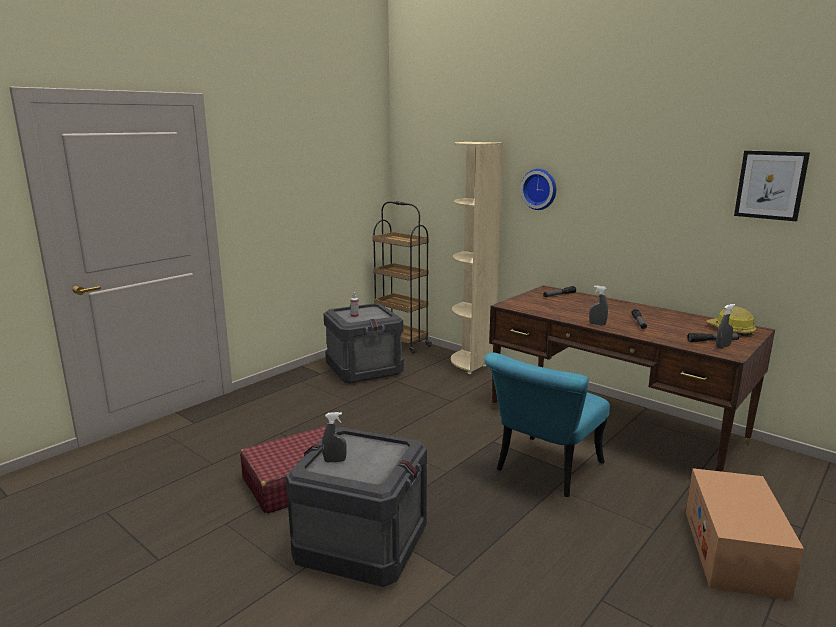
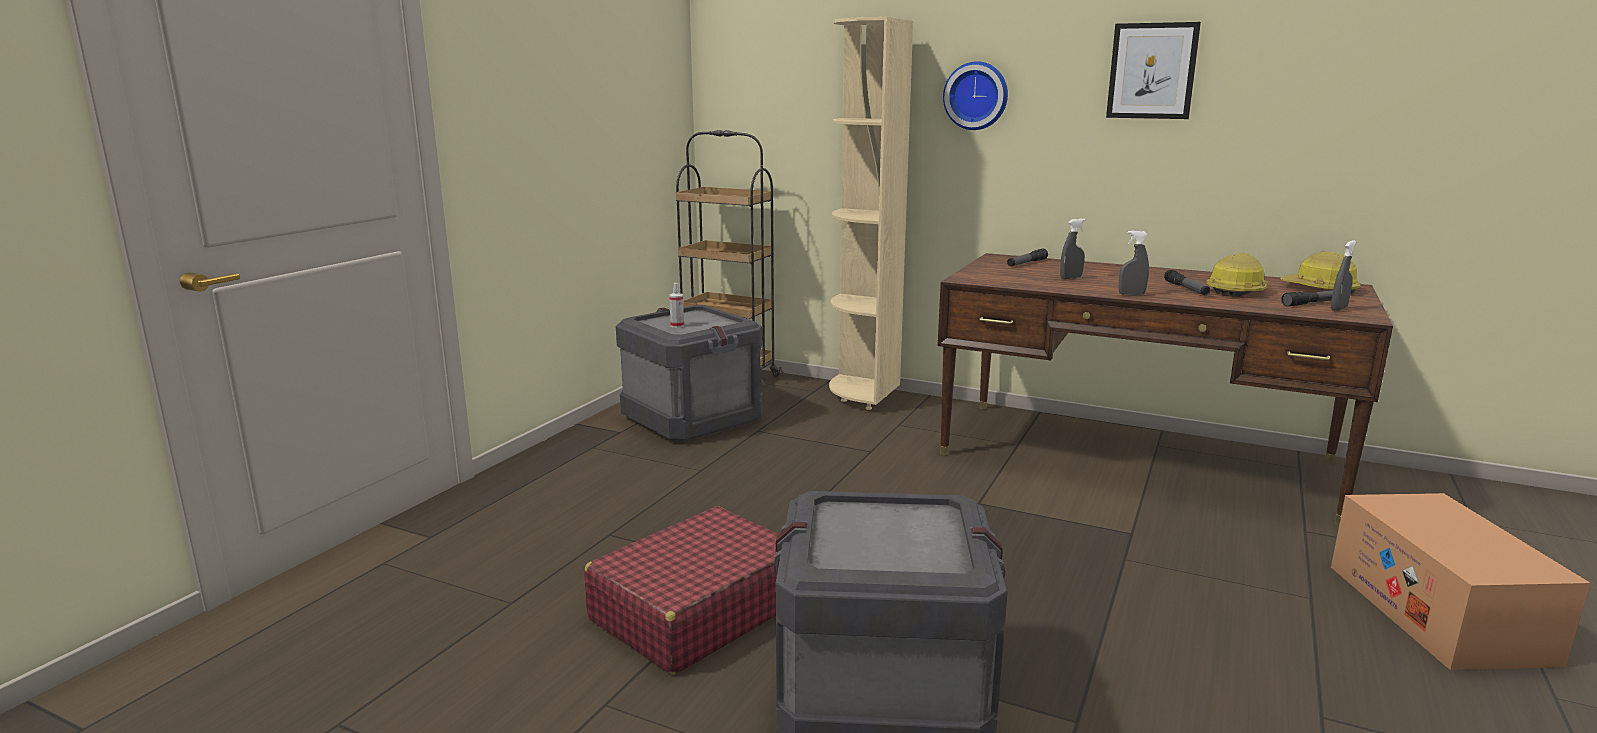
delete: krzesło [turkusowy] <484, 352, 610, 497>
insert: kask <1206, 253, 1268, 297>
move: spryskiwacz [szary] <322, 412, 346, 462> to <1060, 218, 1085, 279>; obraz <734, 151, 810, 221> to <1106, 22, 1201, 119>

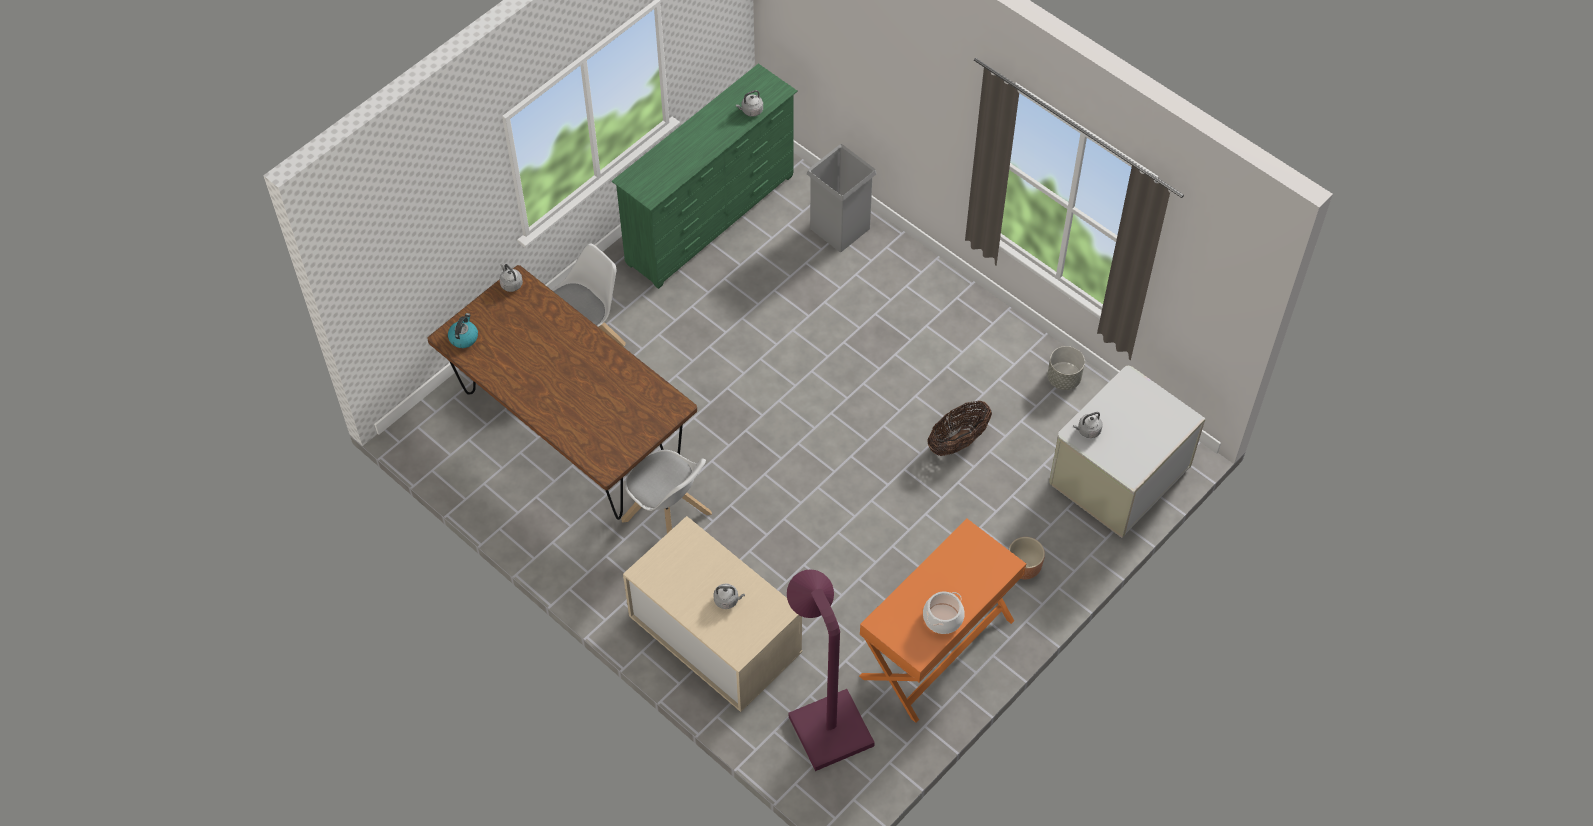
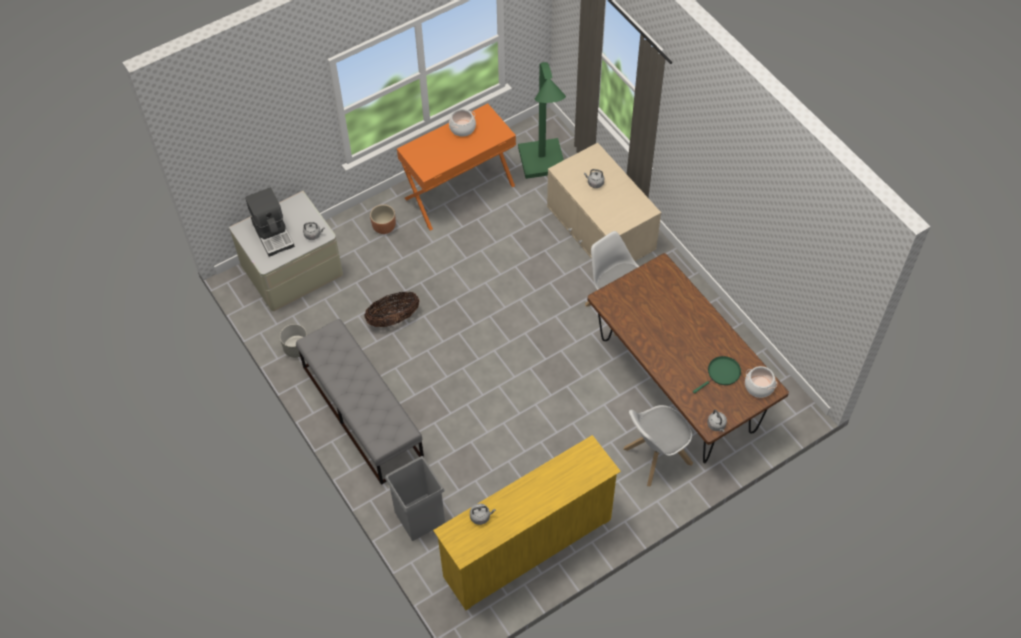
insert: ekspres do kawy <245, 187, 295, 257>; ławka [szary] <296, 319, 424, 485>; patelnia [zielony] <693, 356, 741, 394>
replace: czajnik <448, 313, 478, 348> to garnek <745, 366, 777, 398>
recolor: komoda [zielony] <612, 64, 798, 289> to komoda [żółty] <433, 435, 621, 610>; lampa stojąca [fioletowy] <787, 570, 875, 771> to lampa stojąca [zielony] <518, 62, 566, 179>

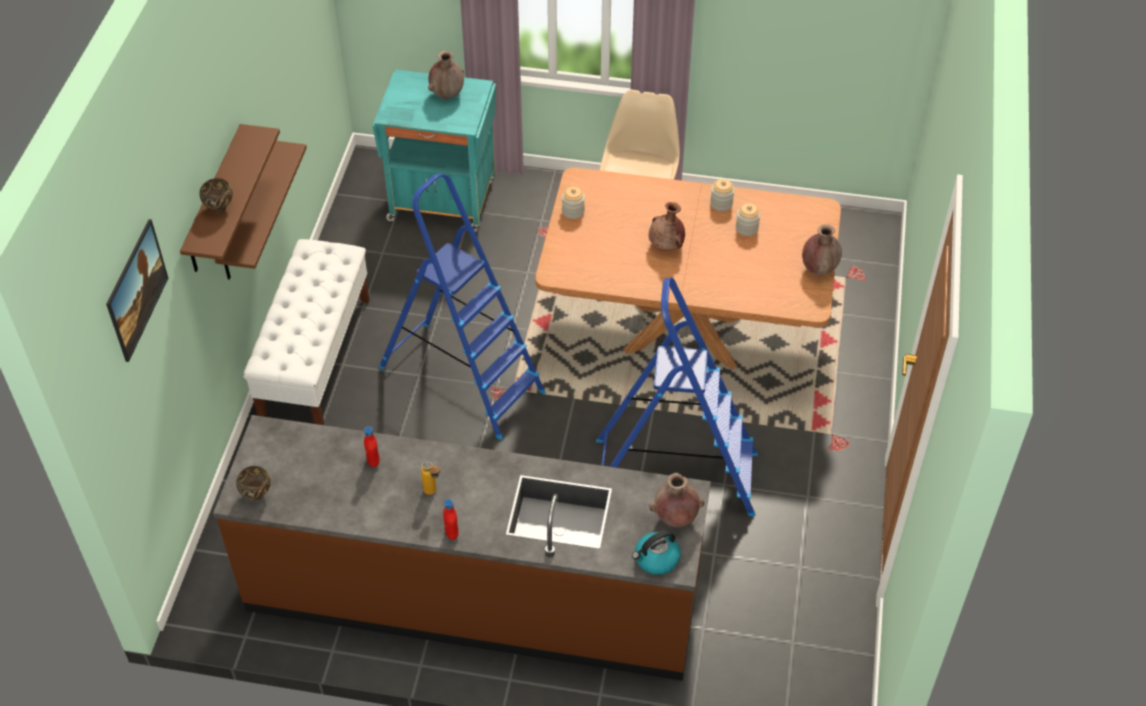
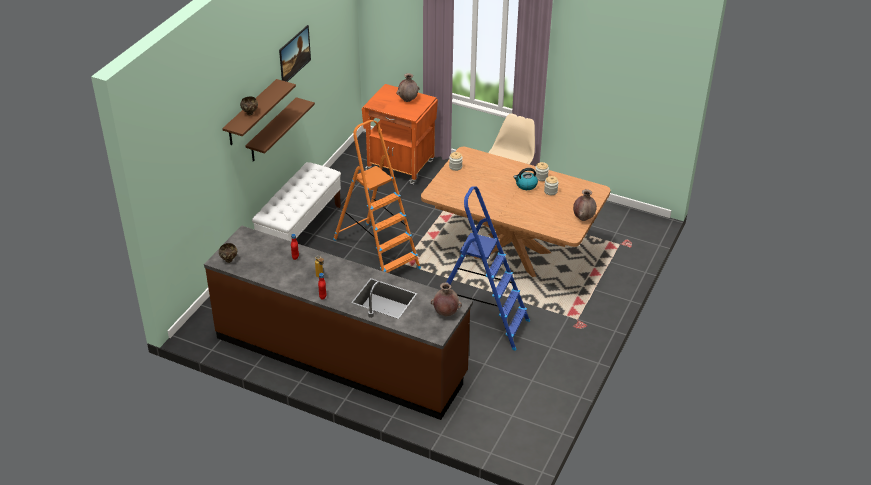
delete: wazon [brązowy] <649, 202, 685, 251>
move: obraz <106, 219, 168, 362> to <279, 25, 311, 82>; czajnik <632, 530, 681, 575> to <514, 168, 538, 190>
recolor: wózek [turkusowy] <373, 69, 496, 232> to wózek [pomarańczowy] <362, 84, 438, 184>; drabinka [niebieski] <379, 174, 546, 440> to drabinka [pomarańczowy] <333, 120, 421, 273>

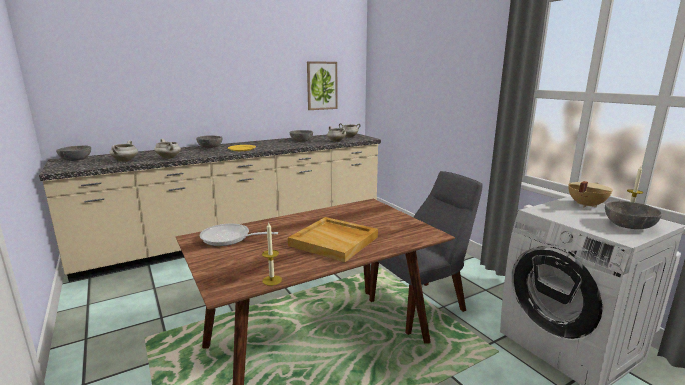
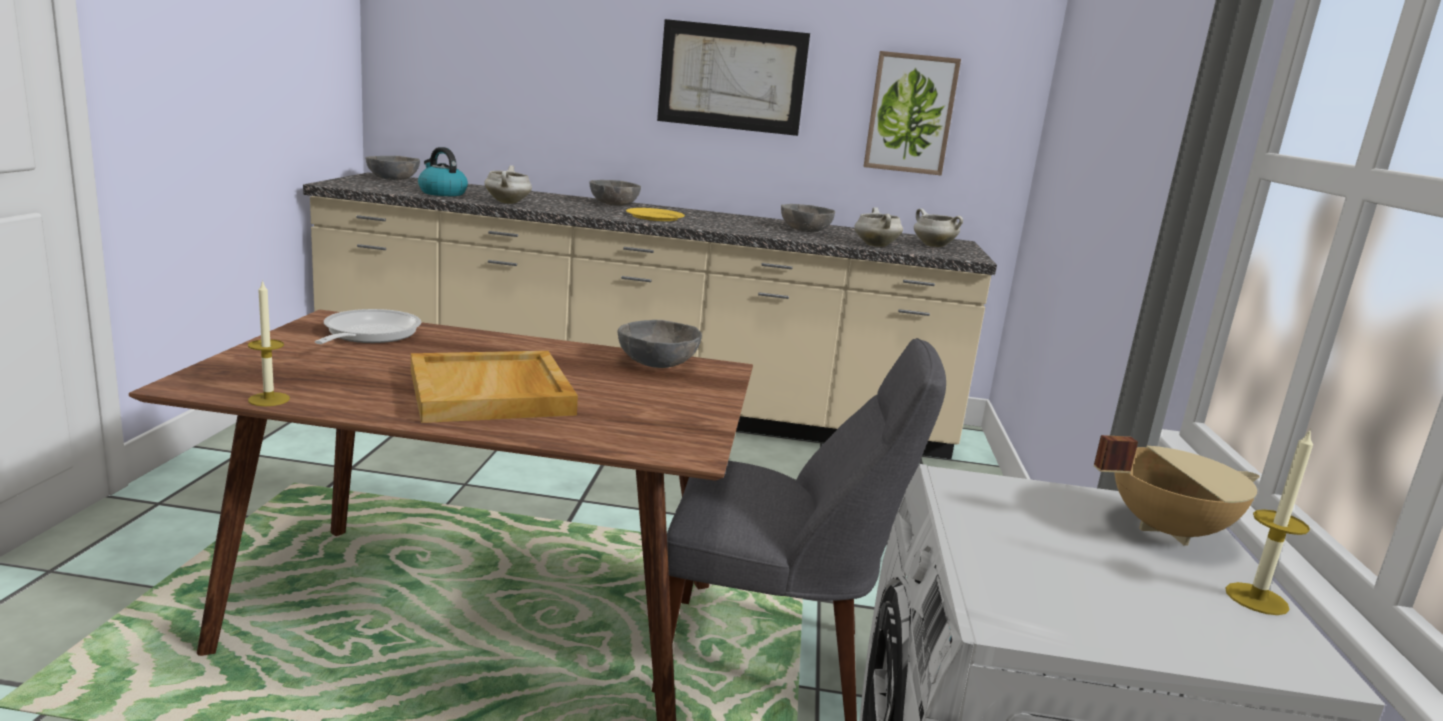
insert: obraz <657, 19, 810, 136>
move: miska [szary] <605, 201, 662, 229> to <617, 320, 702, 368>
replace: garnek [biały] <109, 140, 138, 162> to czajnik <418, 147, 468, 196>
rotate: patelnia <200, 224, 278, 246> = <315, 309, 421, 344> 45 degrees clockwise

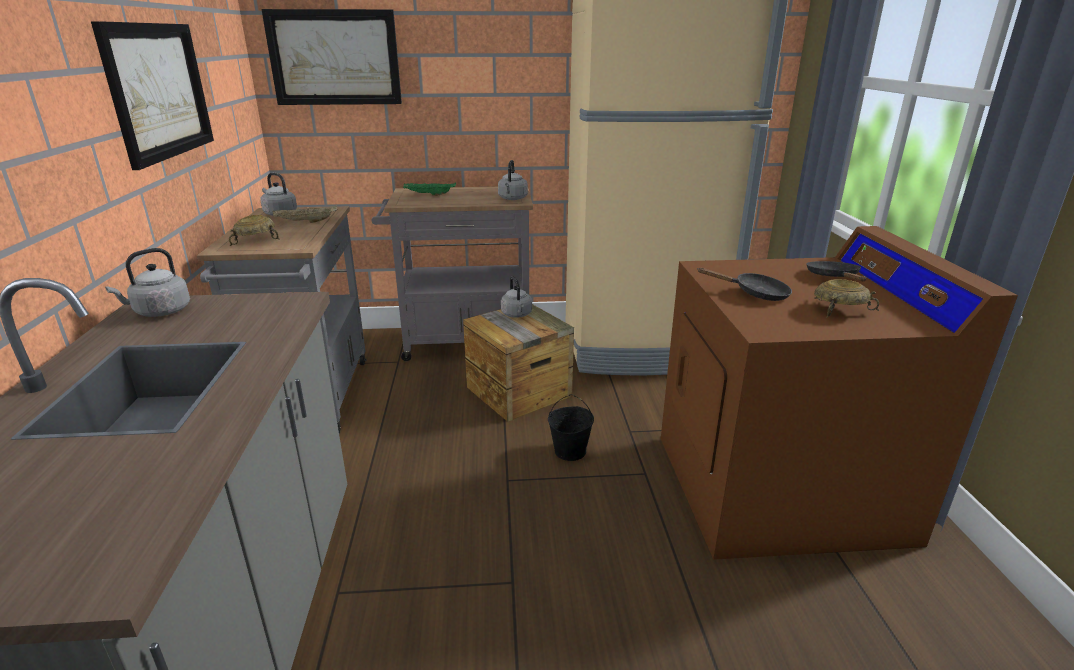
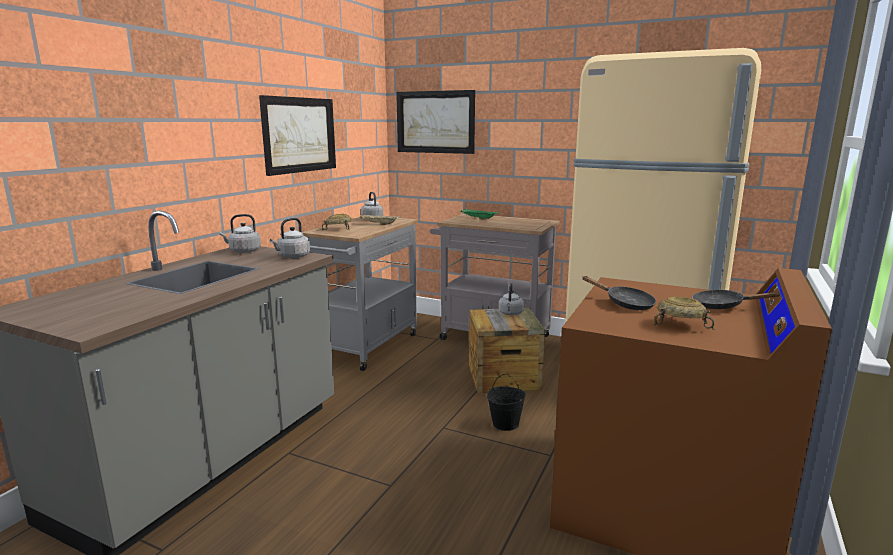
move: czajnik [szary] <498, 160, 528, 200> to <270, 218, 310, 258>
rotate: patelnia [czarny] <807, 261, 866, 281> = <692, 290, 780, 309> 105 degrees counterclockwise

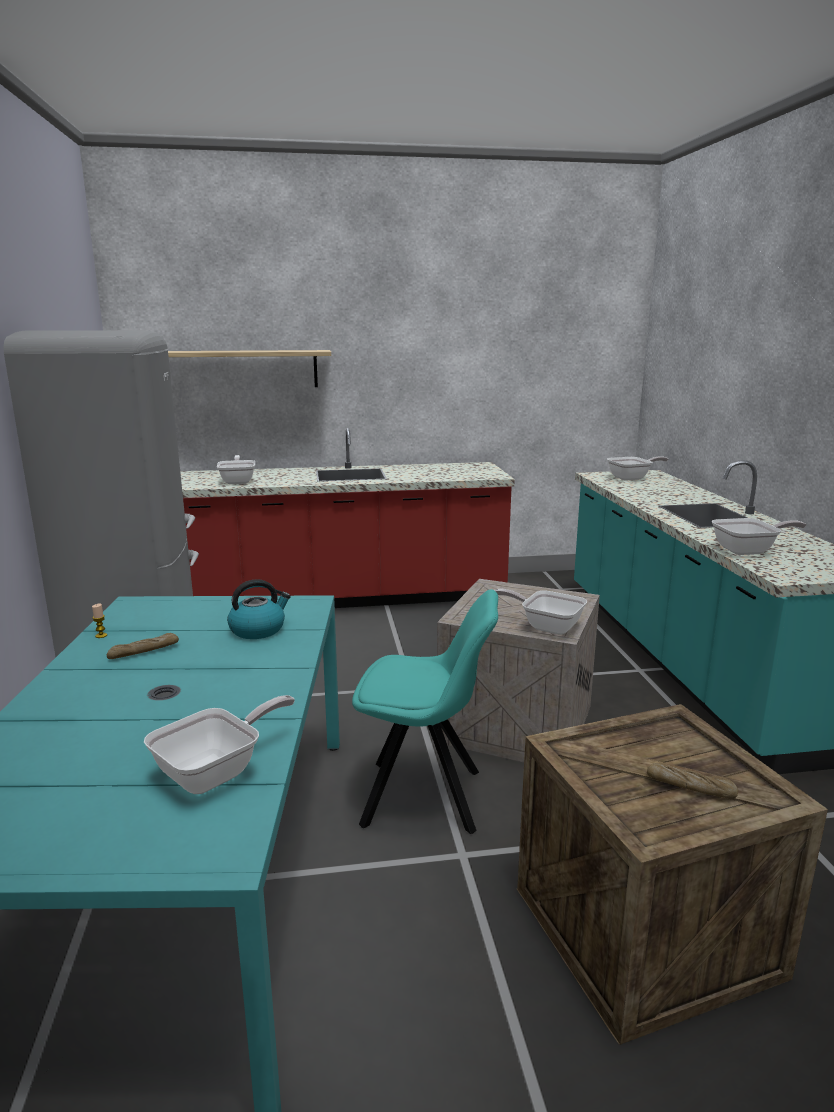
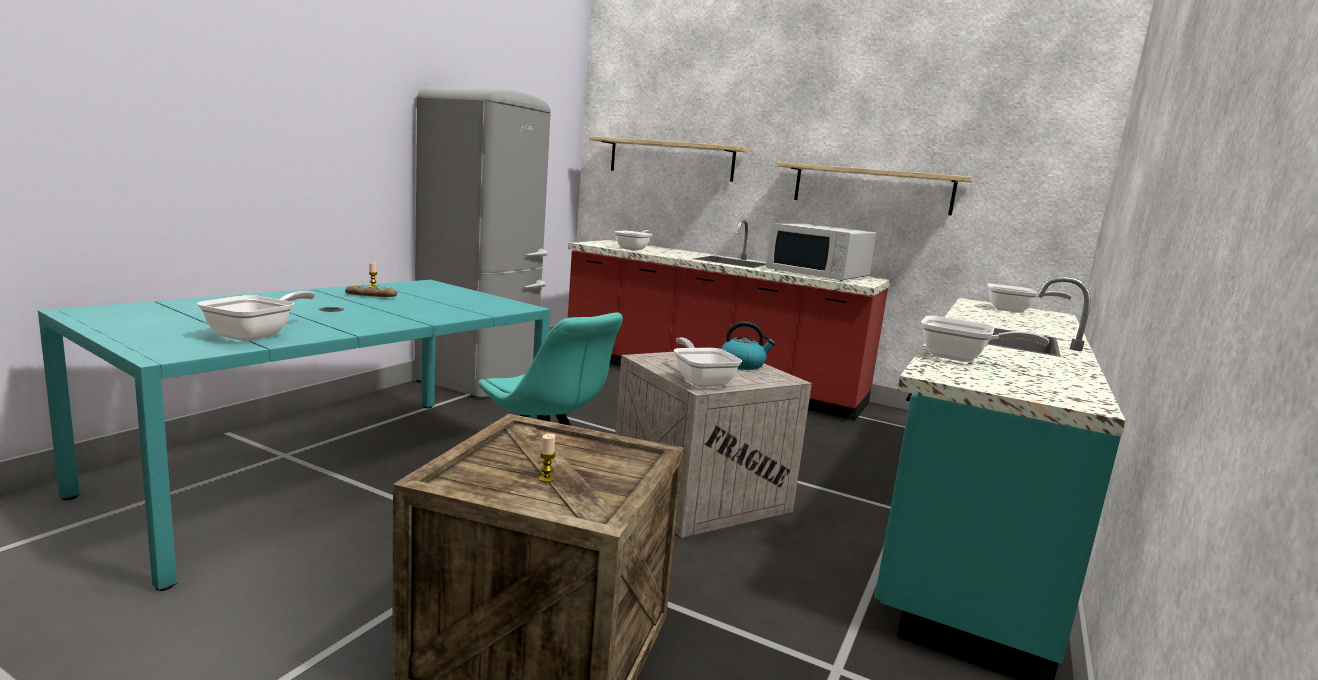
insert: mikrofalówka [biały] <766, 223, 876, 281>; półka <777, 162, 974, 216>
move: czajnik <227, 579, 291, 639> to <721, 321, 775, 370>
replace: chleb <647, 763, 738, 798> to świeca <539, 434, 556, 483>
rotate: patelnia <144, 695, 295, 794> = <197, 291, 315, 341> 60 degrees counterclockwise

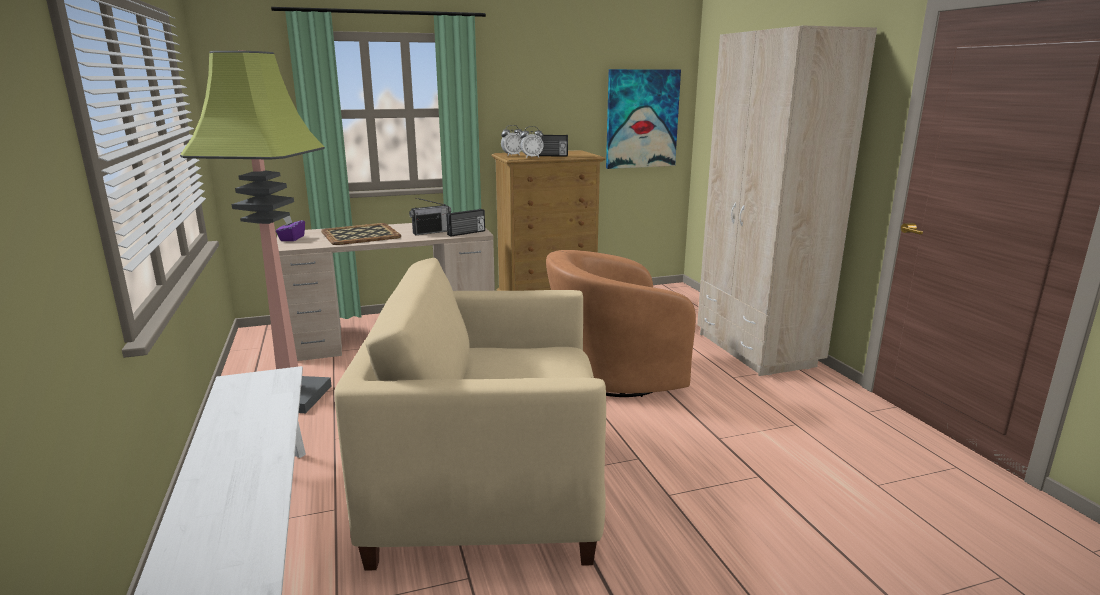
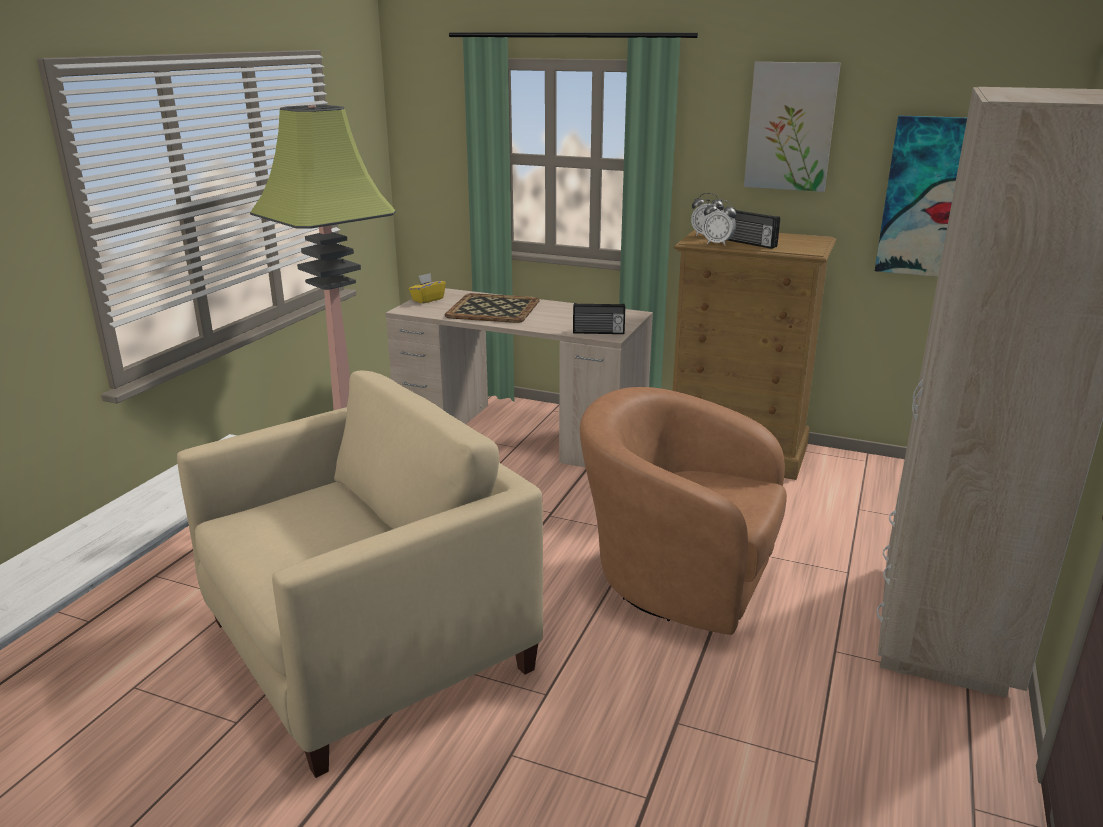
delete: radio <409, 198, 451, 235>
insert: obraz <744, 62, 841, 192>
recolor: pudełko chusteczek [fioletowy] <276, 216, 305, 241> to pudełko chusteczek [żółty] <409, 273, 446, 304>
rotate: fotel [beżowy] <334, 258, 606, 571> = <177, 371, 543, 778> 105 degrees clockwise

